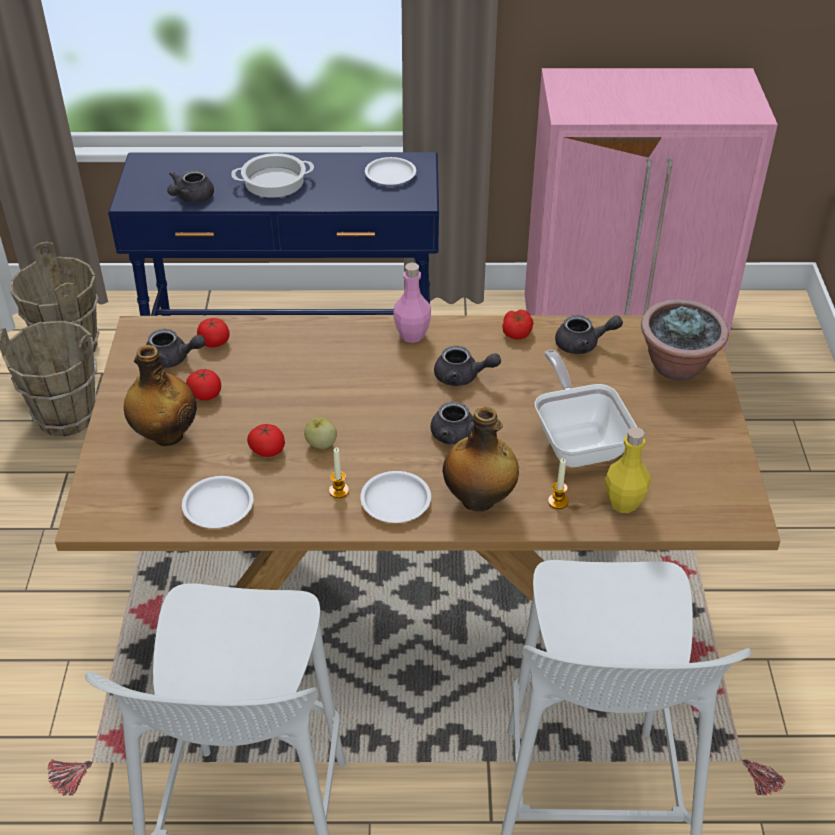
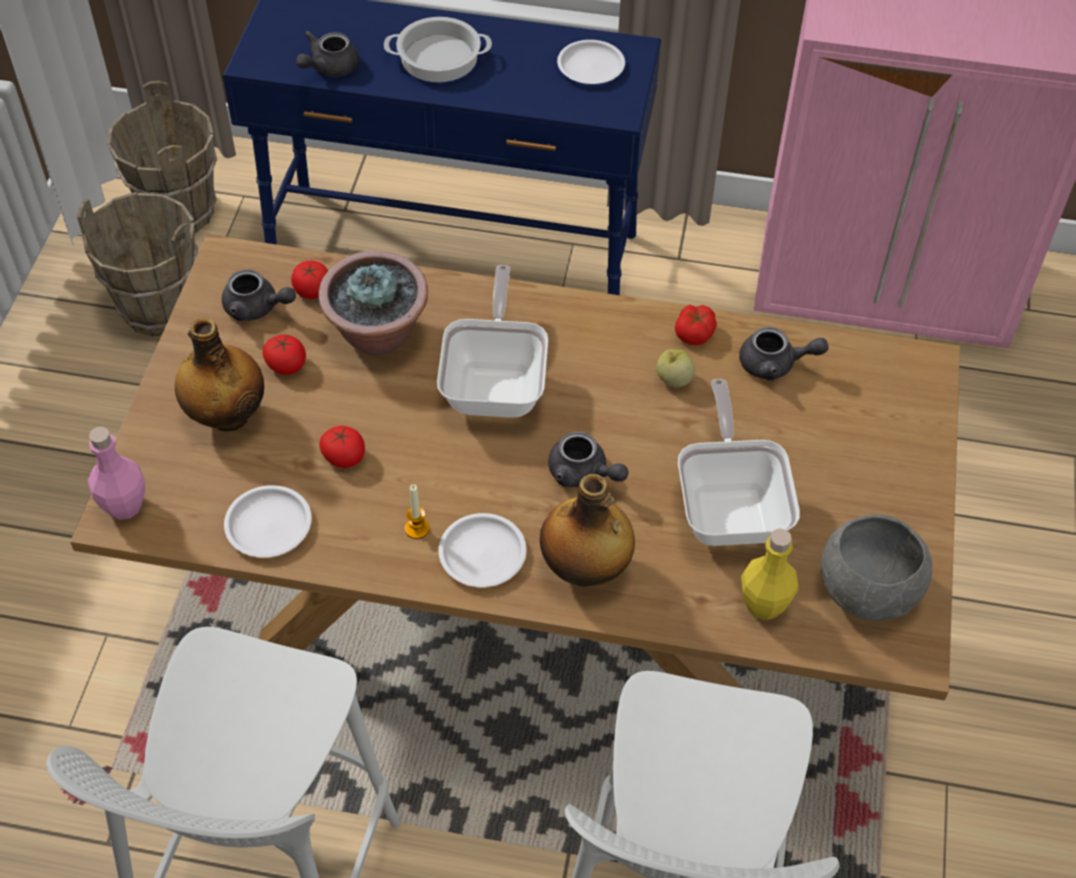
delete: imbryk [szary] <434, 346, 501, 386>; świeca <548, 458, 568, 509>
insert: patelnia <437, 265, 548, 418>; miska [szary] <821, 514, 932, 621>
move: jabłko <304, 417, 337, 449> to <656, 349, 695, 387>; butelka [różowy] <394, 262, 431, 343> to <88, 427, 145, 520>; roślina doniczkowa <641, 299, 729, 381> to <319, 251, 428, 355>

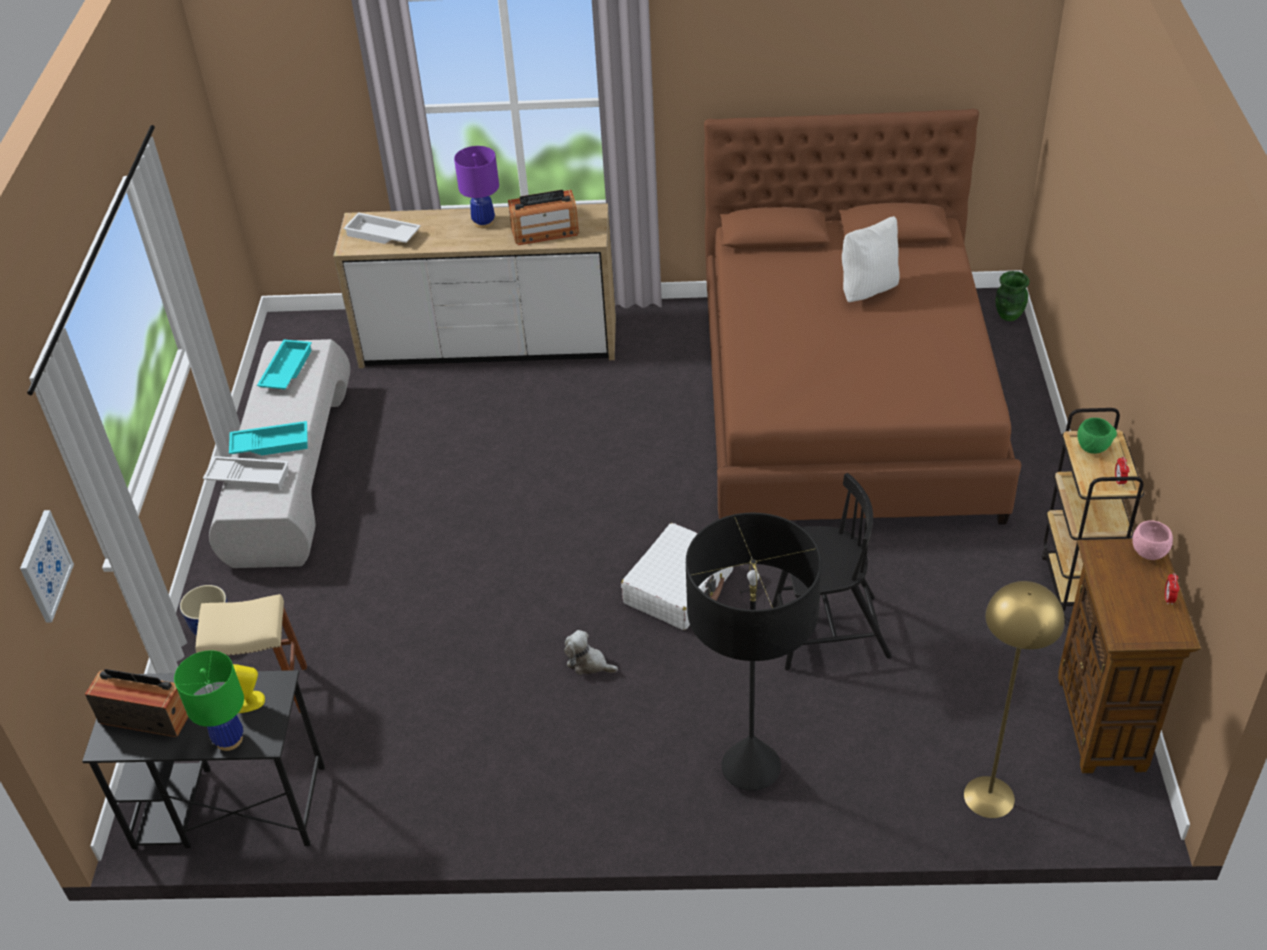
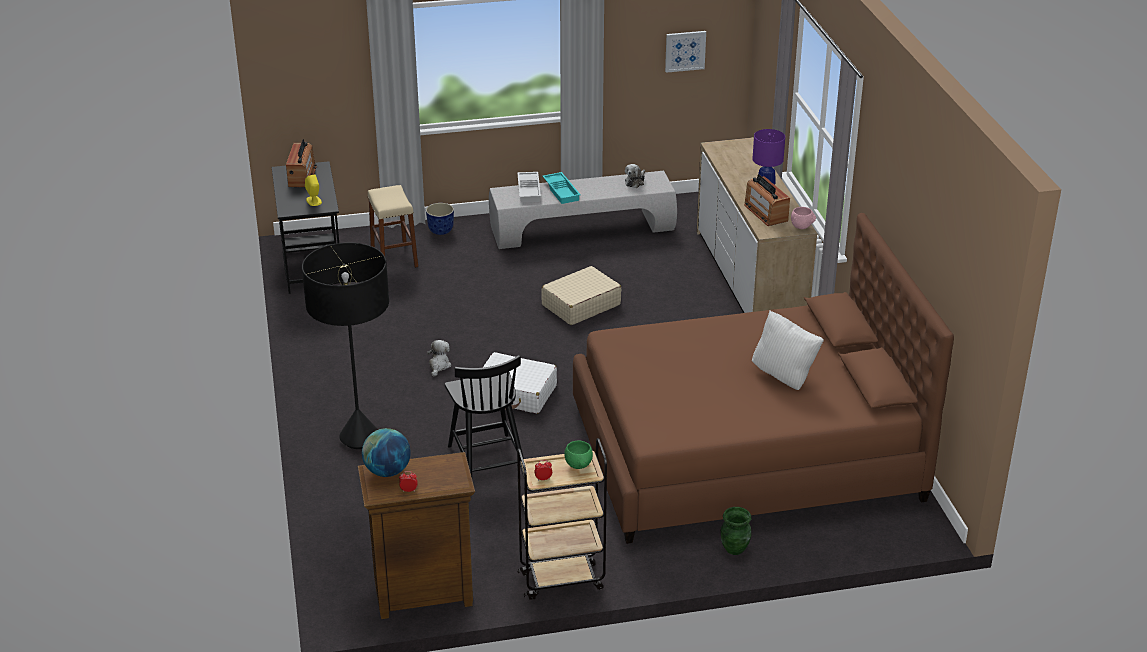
delete: lampa stołowa [zielony] <174, 650, 244, 751>; taca [biały] <343, 212, 421, 244>; lampa stojąca [żółty] <964, 581, 1065, 818>
insert: globus <362, 428, 411, 477>; walizka [beżowy] <542, 266, 621, 325>
move: obraz <20, 510, 74, 623> to <665, 31, 706, 73>; wazon [zielony] <996, 271, 1029, 321> to <721, 507, 751, 555>; miska [różowy] <1132, 520, 1173, 560> to <791, 207, 816, 229>
replace: taca [turkusowy] <257, 340, 312, 389> to pluszak <625, 164, 645, 188>

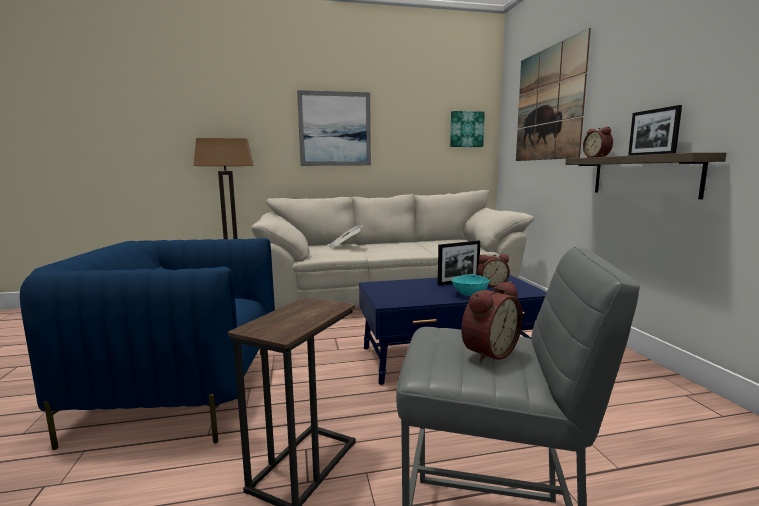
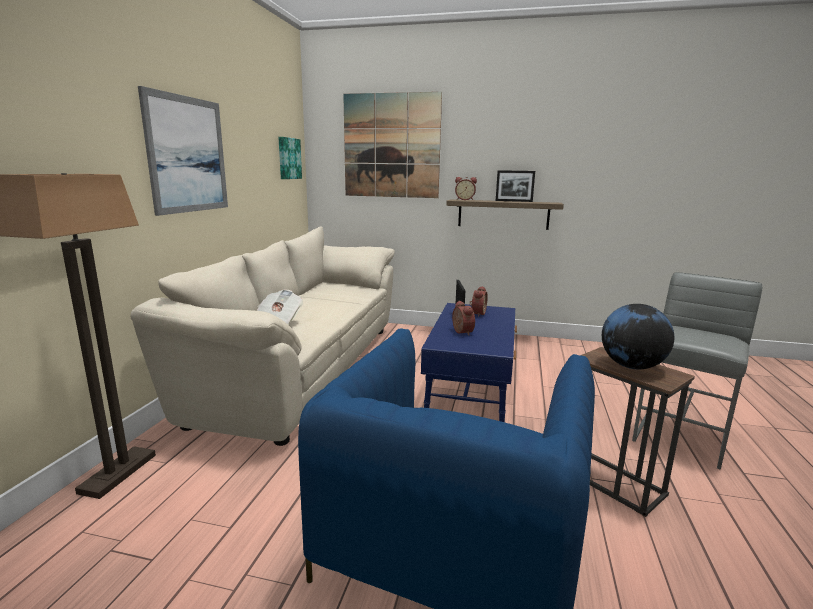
delete: miska [turkusowy] <451, 275, 489, 296>
insert: globus <602, 304, 674, 369>
move: budzik <461, 281, 523, 363> to <452, 301, 475, 336>

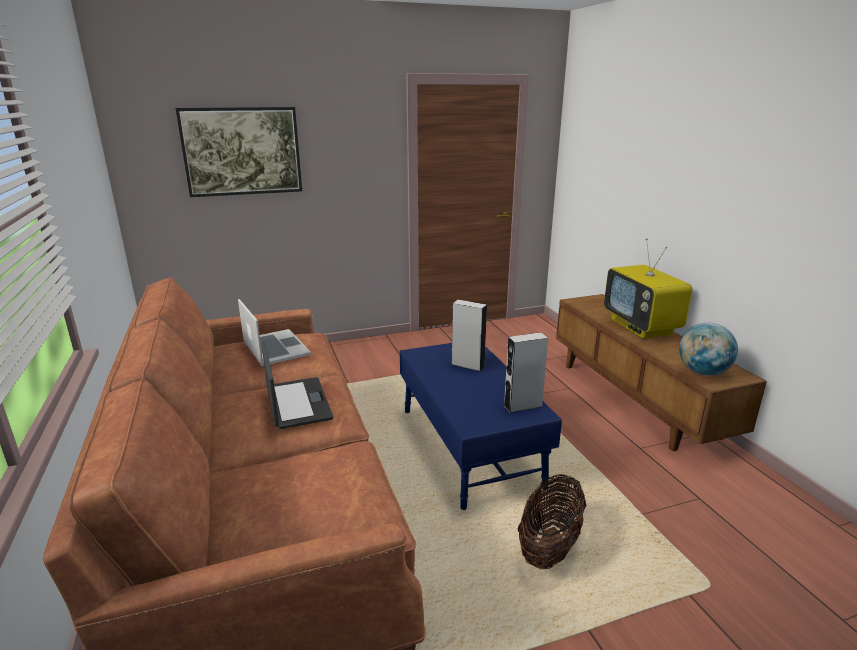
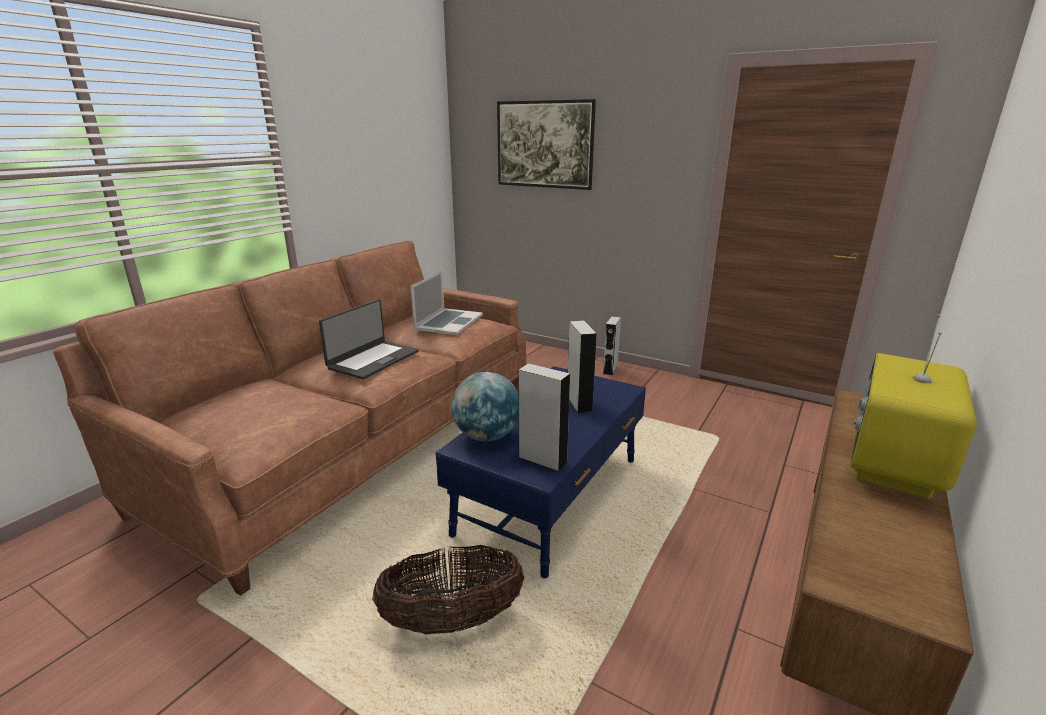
insert: głośnik [szary] <603, 316, 621, 376>
move: globus <679, 323, 738, 375> to <452, 372, 519, 441>

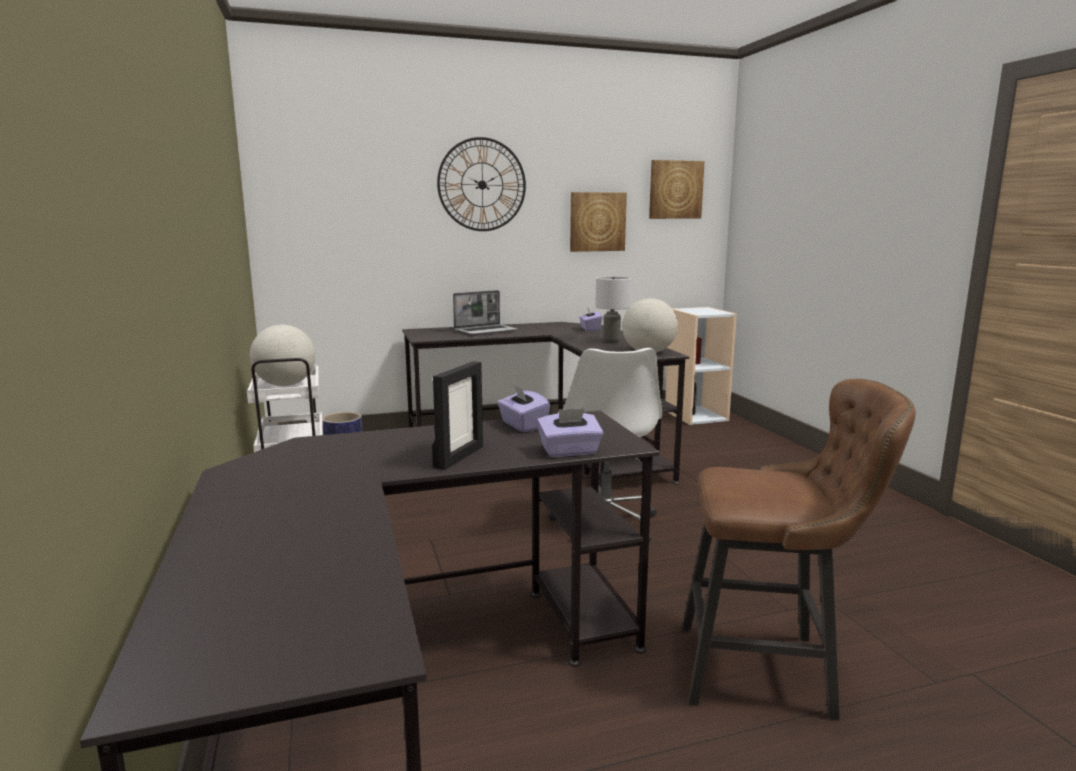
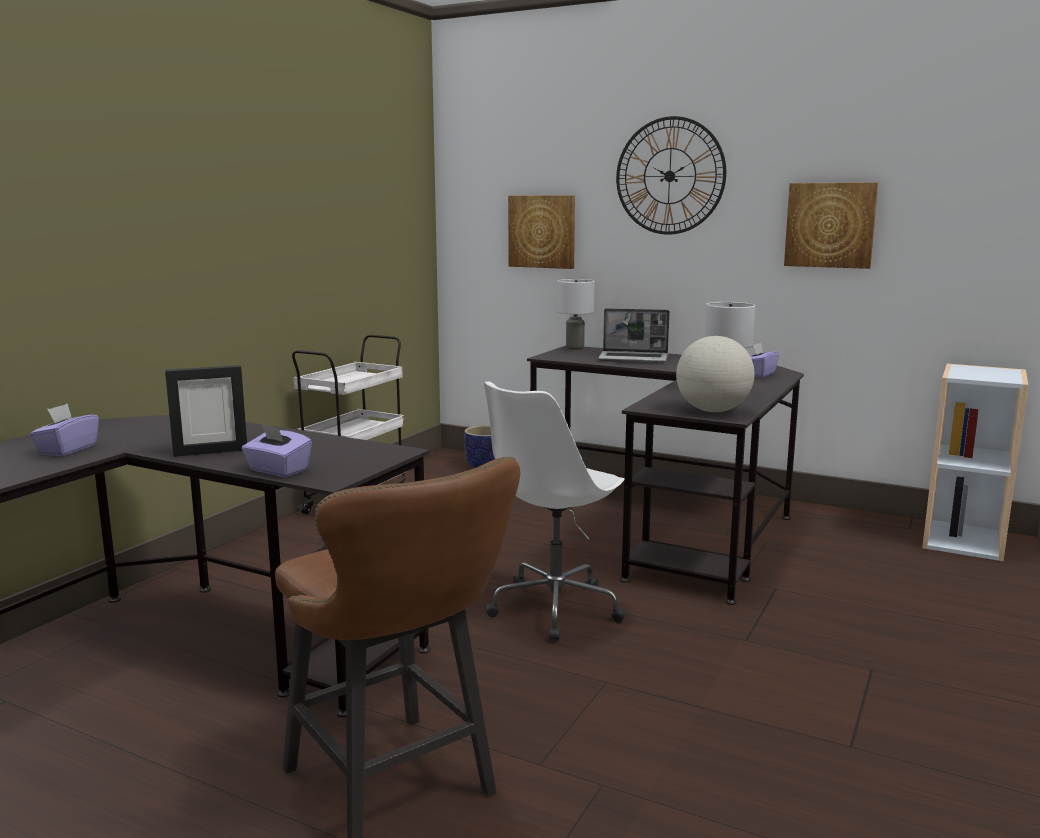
delete: globus <250, 325, 315, 386>
insert: lampa stołowa [biały] <557, 279, 595, 350>
move: pudełko chusteczek [fioletowy] <497, 385, 550, 432> to <30, 403, 99, 456>; obraz <649, 160, 705, 219> to <508, 195, 575, 269>

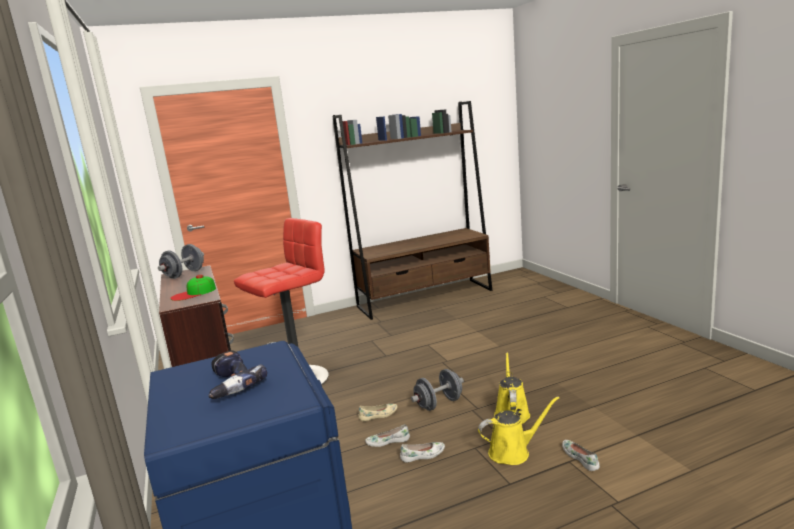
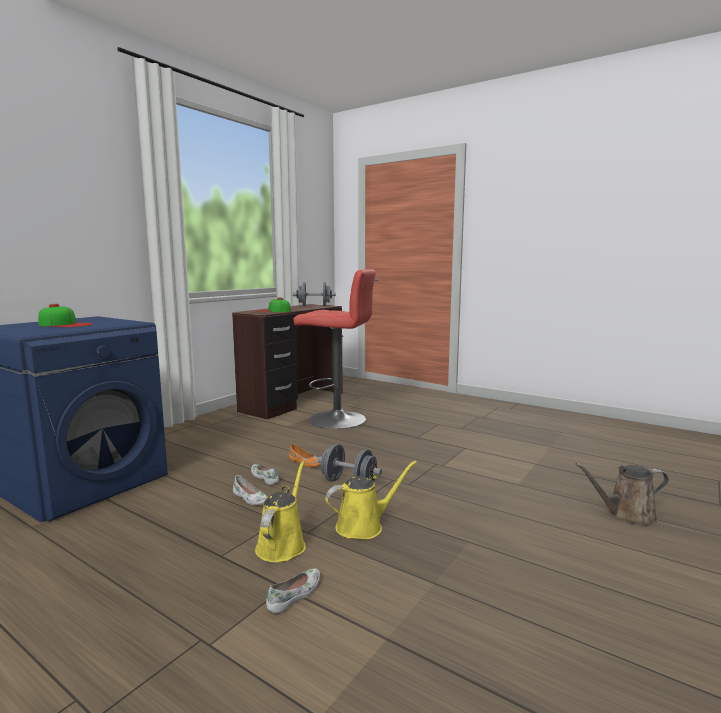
delete: regał [brązowy] <332, 101, 492, 320>
insert: konewka [brązowy] <575, 463, 669, 525>
replace: wiertarka <208, 350, 267, 399> to czapka z daszkiem <38, 304, 93, 327>
recolor: but [beżowy] <359, 404, 398, 421> to but [pomarańczowy] <289, 444, 321, 467>
rotate: konewka [żółty] <478, 396, 559, 465> = <255, 461, 306, 562> 120 degrees counterclockwise

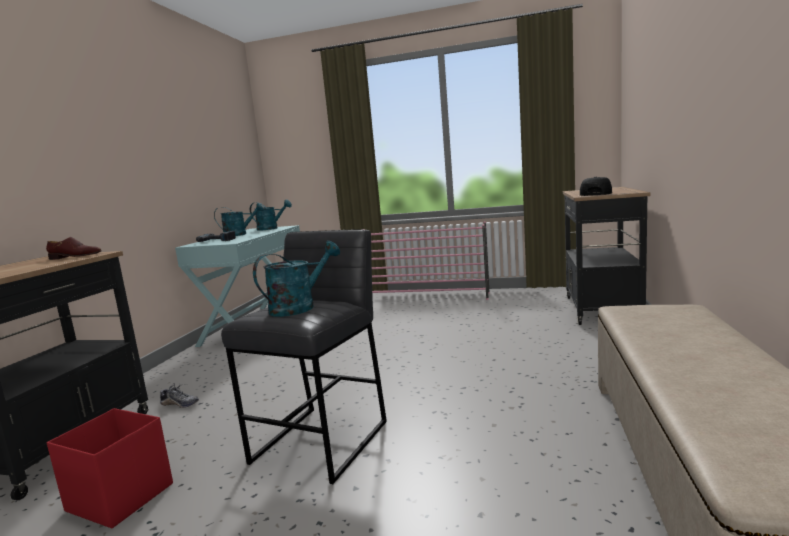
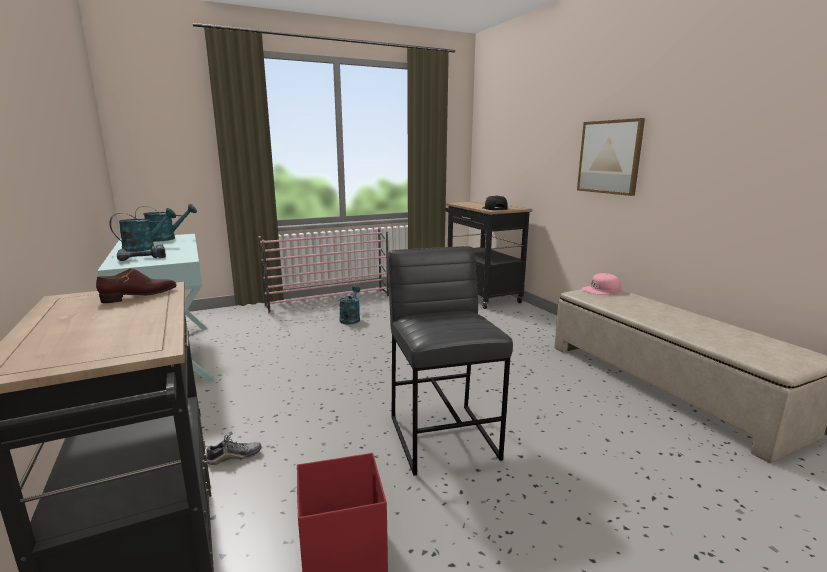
insert: obraz <577, 118, 645, 196>; czapka z daszkiem [różowy] <582, 273, 621, 295>
move: konewka [turkusowy] <253, 241, 340, 317> to <339, 286, 360, 325>

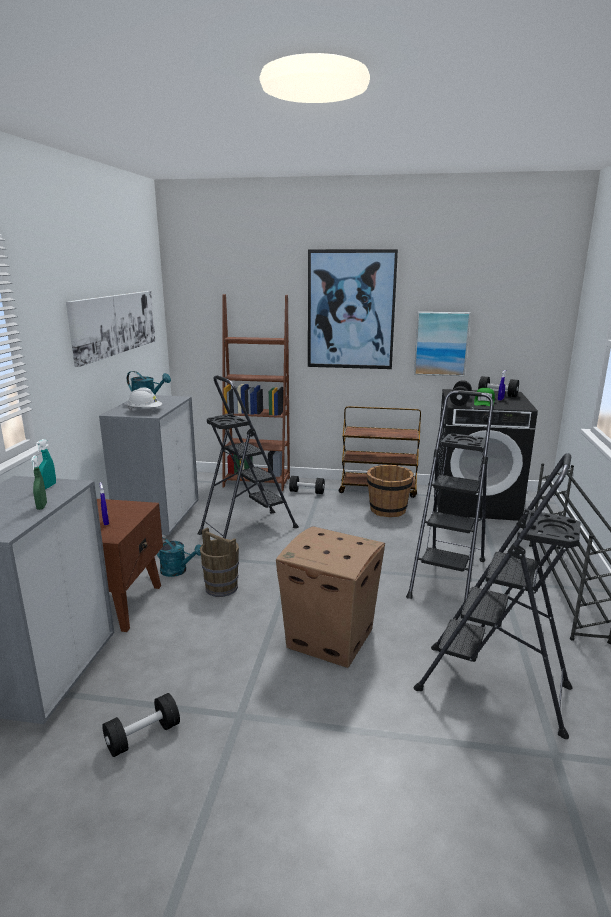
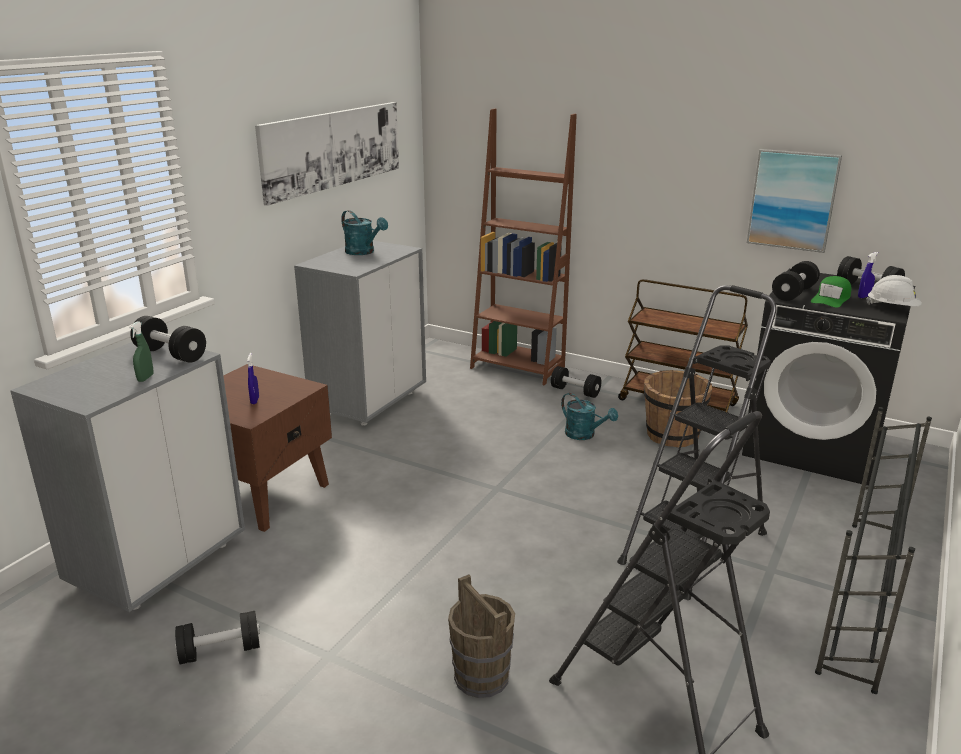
delete: drabinka <197, 375, 299, 539>; karton <276, 526, 385, 668>; obraz <308, 249, 398, 369>
move: kask [biały] <127, 388, 162, 410> to <866, 275, 922, 307>; konewka [turkusowy] <157, 537, 201, 577> to <561, 393, 618, 440>; wiadro [brązowy] <200, 527, 239, 597> to <448, 574, 515, 698>
replace: spryskiwacz [turkusowy] <36, 439, 56, 489> to hantel [czarny] <130, 316, 206, 363>

